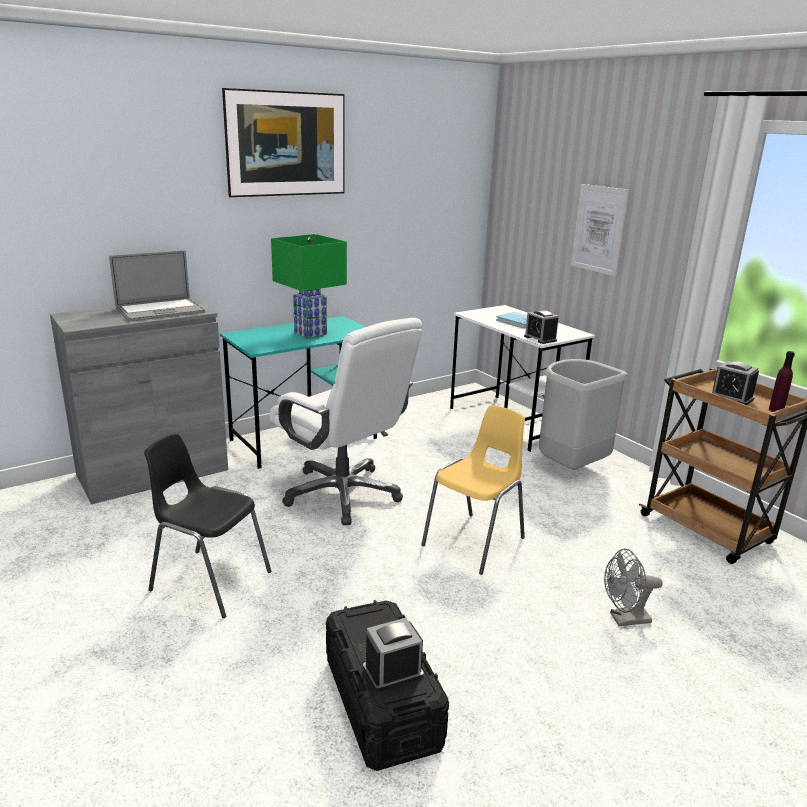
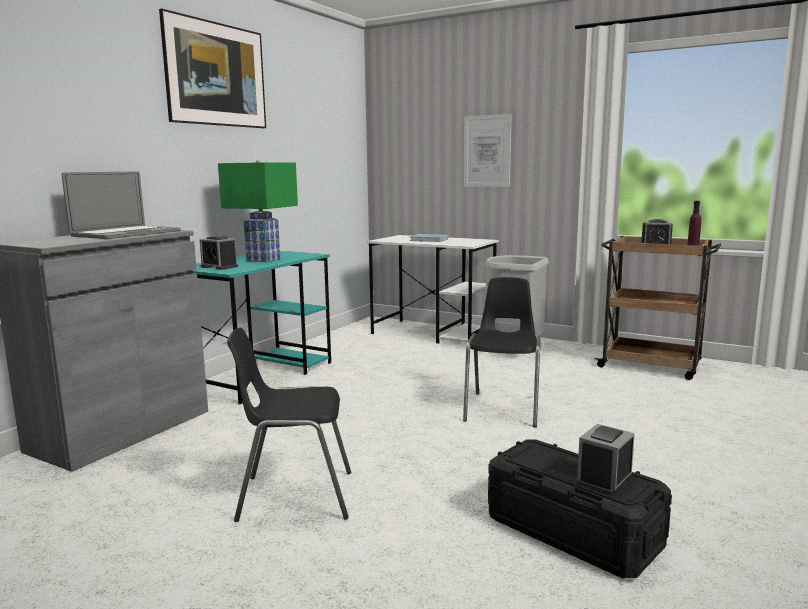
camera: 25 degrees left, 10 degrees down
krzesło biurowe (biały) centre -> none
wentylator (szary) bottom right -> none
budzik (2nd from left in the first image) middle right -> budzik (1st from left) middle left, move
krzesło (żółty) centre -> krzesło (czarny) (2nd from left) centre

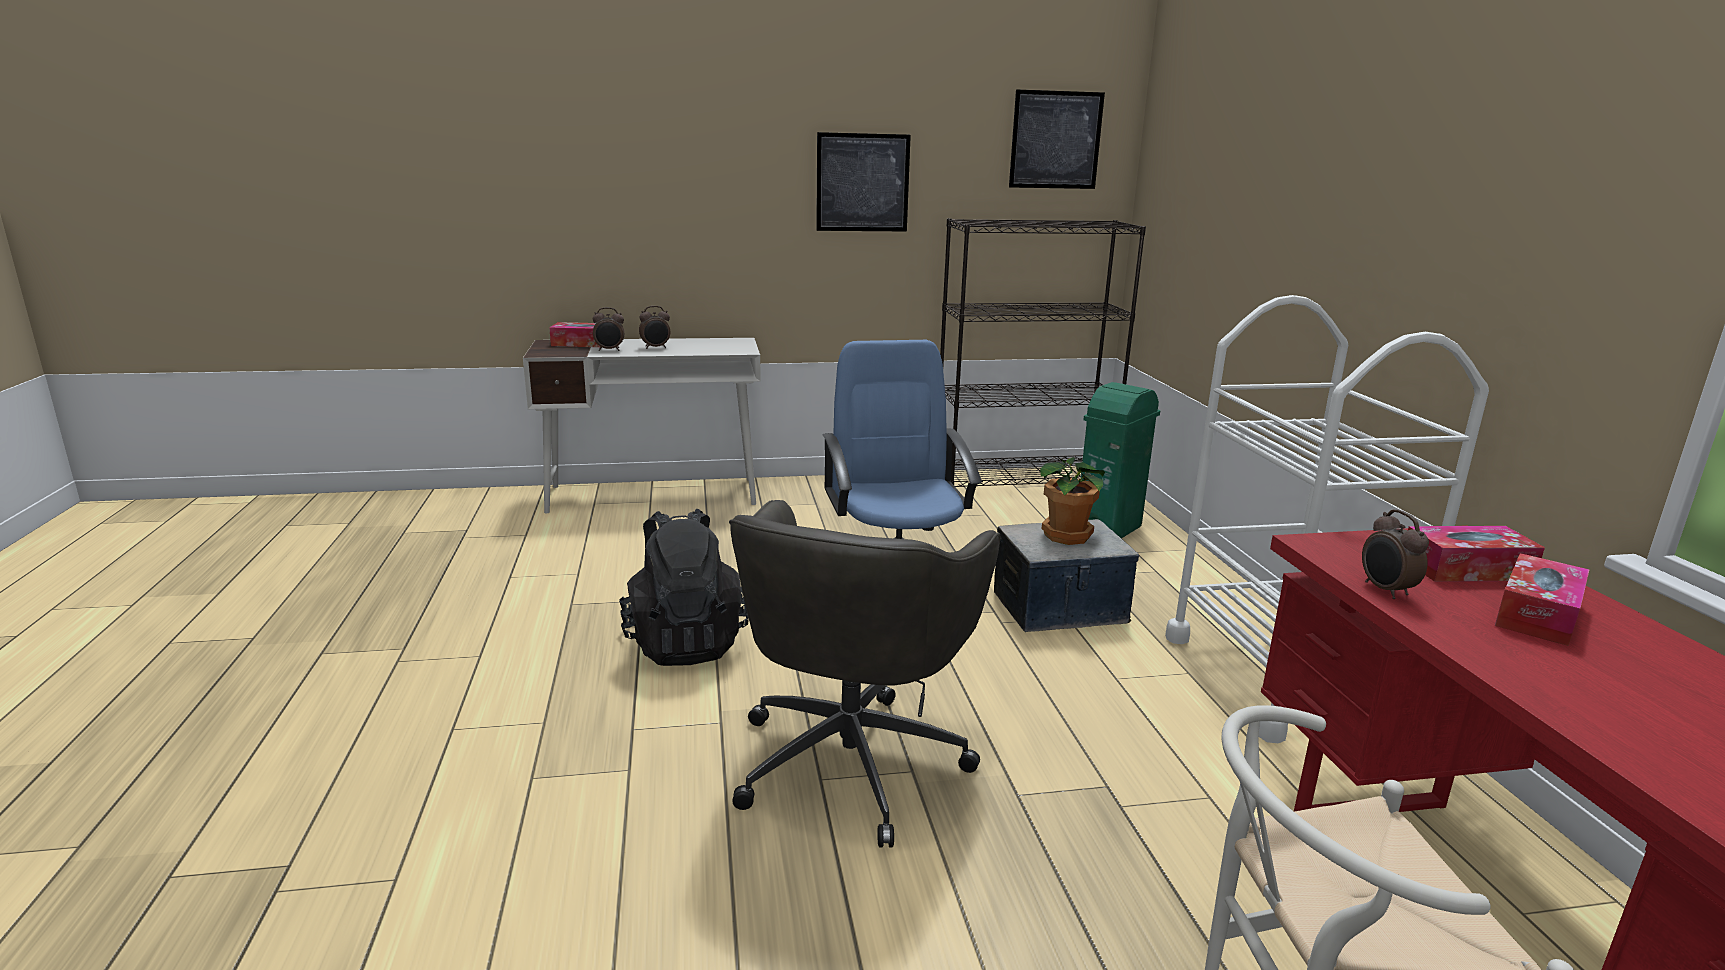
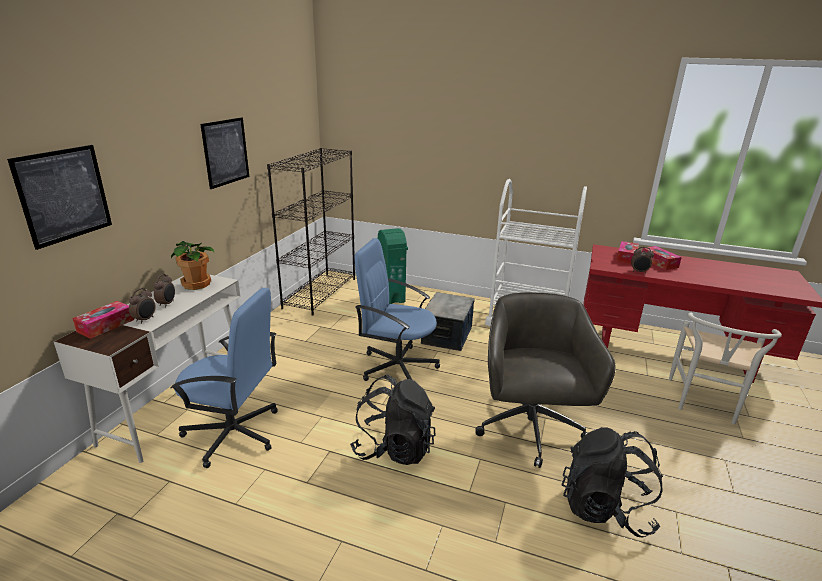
camera: 60 degrees left, 5 degrees up
none -> krzesło biurowe (niebieski) (1st from left) middle left
none -> plecak (czarny) (2nd from left) bottom right
obraz (2nd from left in the first image) top centre -> obraz (1st from left) middle left, move
roślina doniczkowa centre -> roślina doniczkowa middle left, move
krzesło biurowe (szary) bottom centre -> krzesło biurowe (szary) centre, 135 degrees counterclockwise

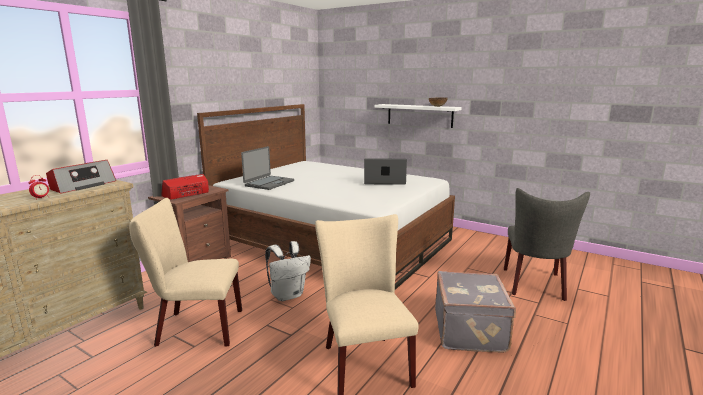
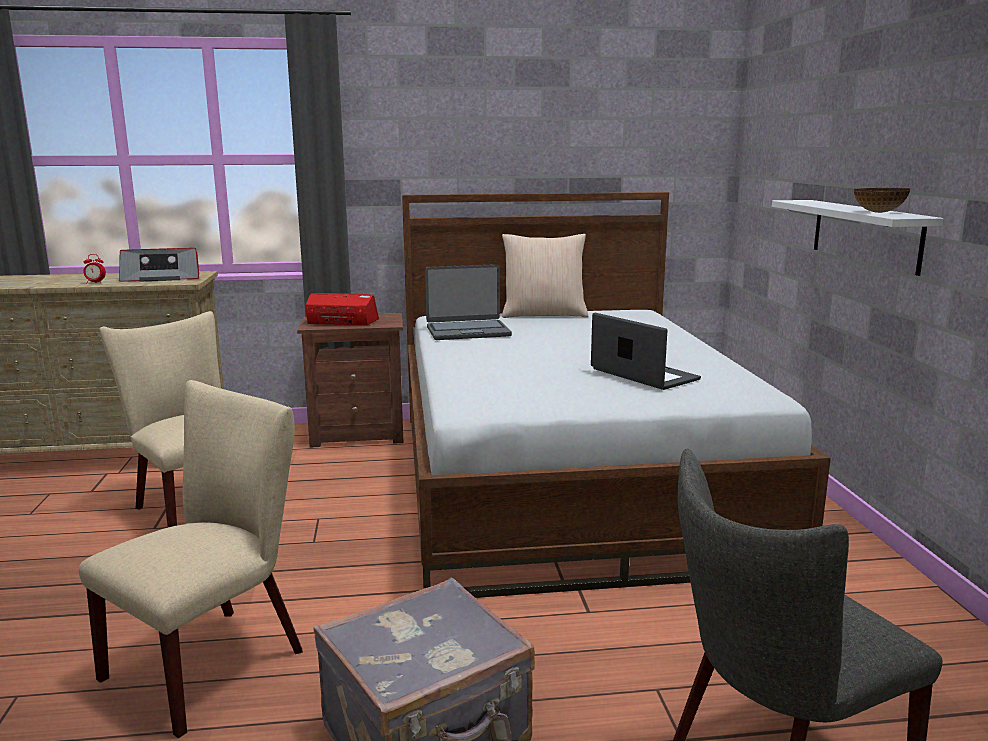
camera: 50 degrees right, 0 degrees up
plecak (biały) bottom centre -> none
none -> poduszka (beżowy) centre

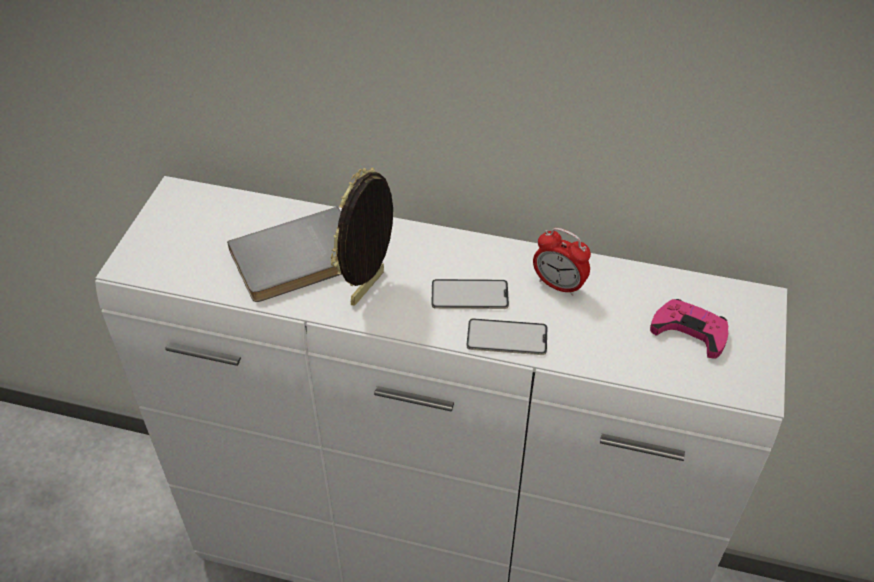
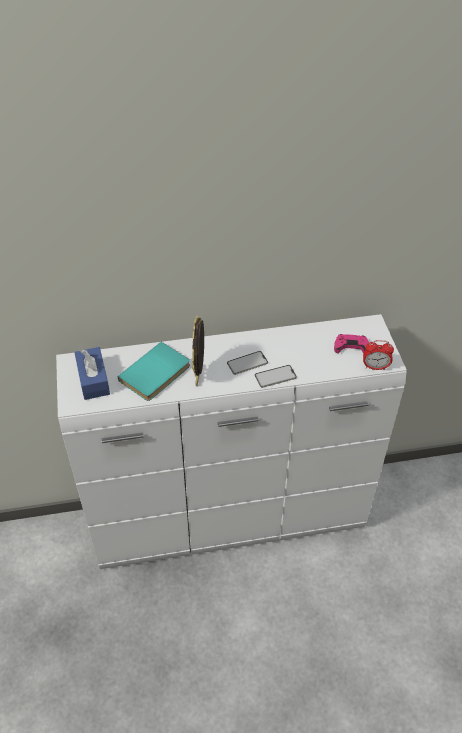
camera: 25 degrees left, 0 degrees up
none -> pudełko chusteczek (niebieski) middle left
budzik centre -> budzik middle right, move
książka (szary) middle left -> książka (turkusowy) centre

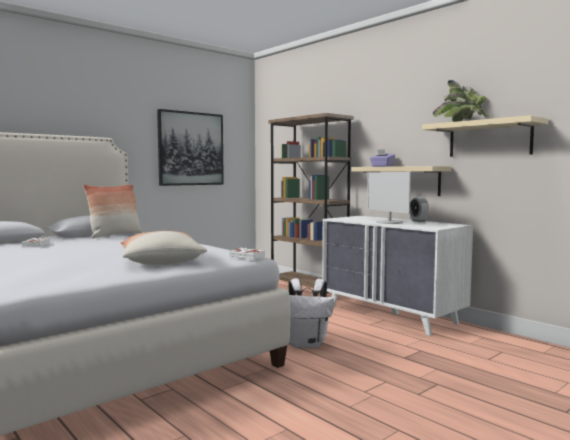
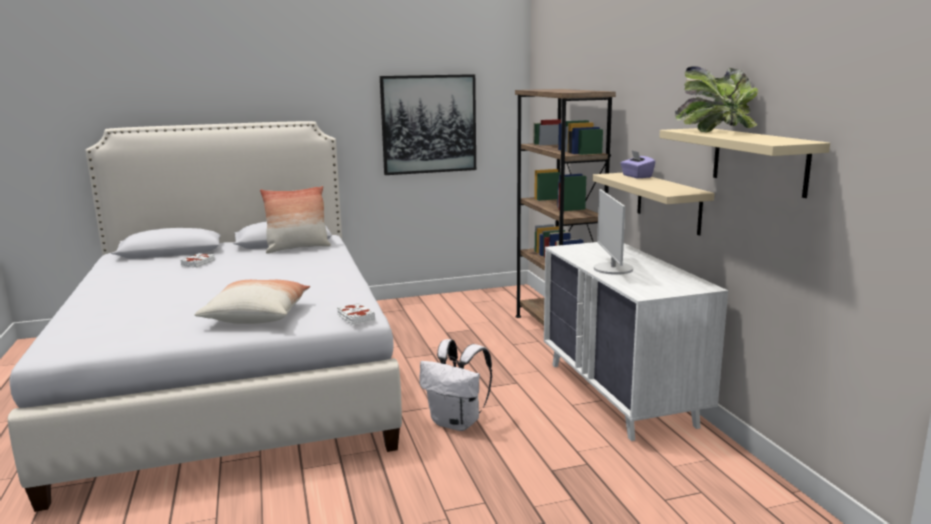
camera: 25 degrees right, 10 degrees up
budzik middle right -> none

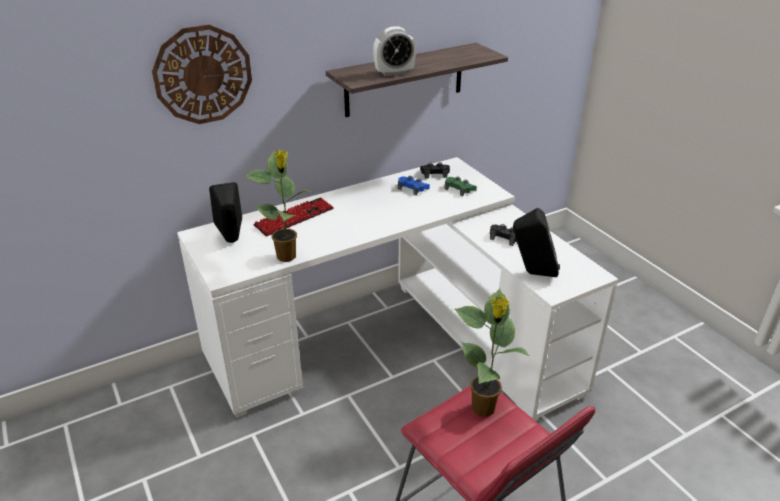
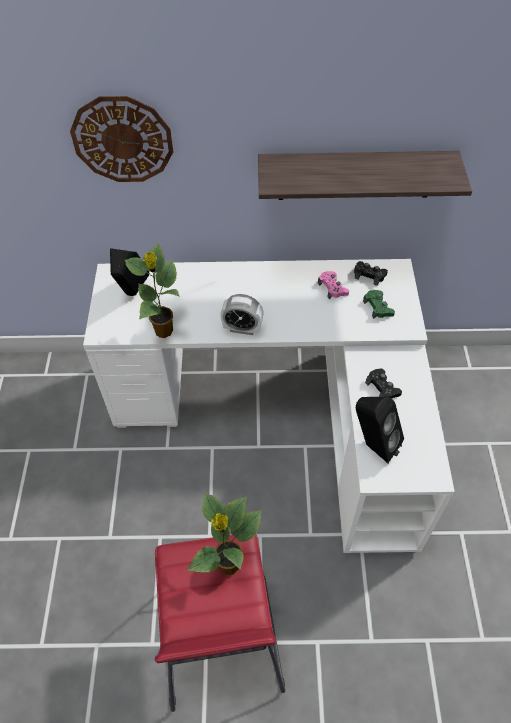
camera: 30 degrees right, 20 degrees up
klawiatura centre -> none
budzik top centre -> budzik centre, move
pad do gier (niebieski) centre -> pad do gier (różowy) centre

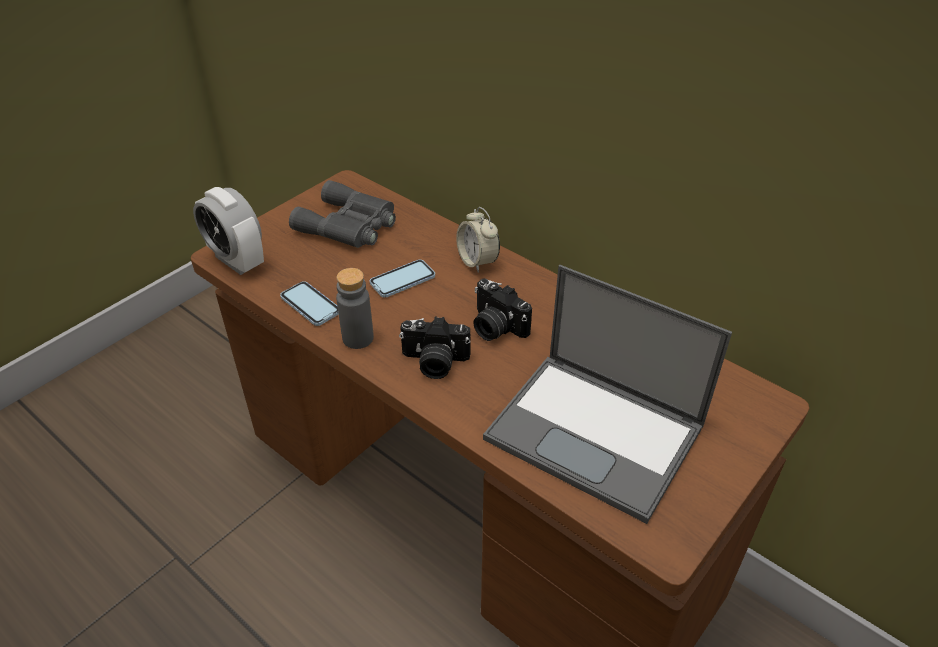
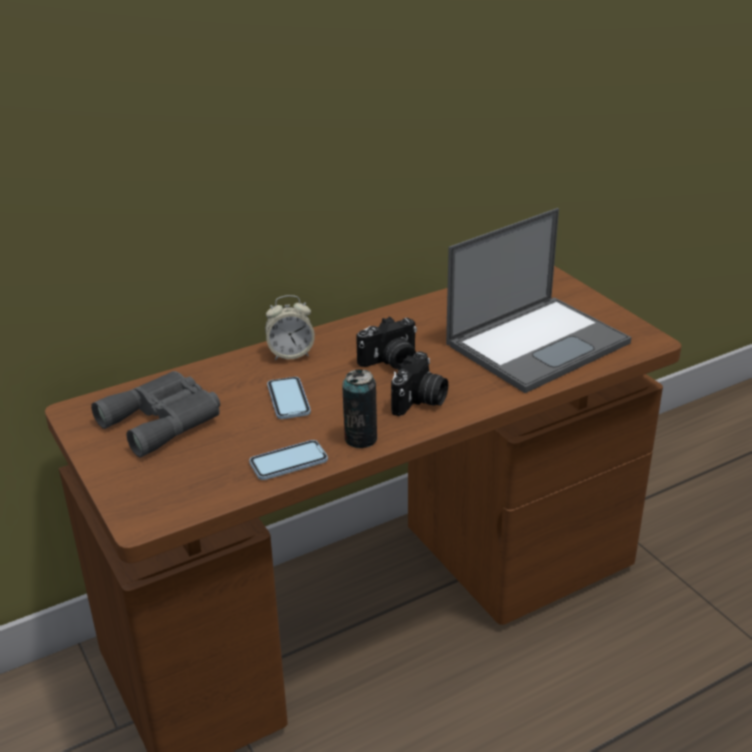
camera: 70 degrees left, 10 degrees down
budzik (1st from left) middle left -> none
butelka (szary) centre -> puszka centre

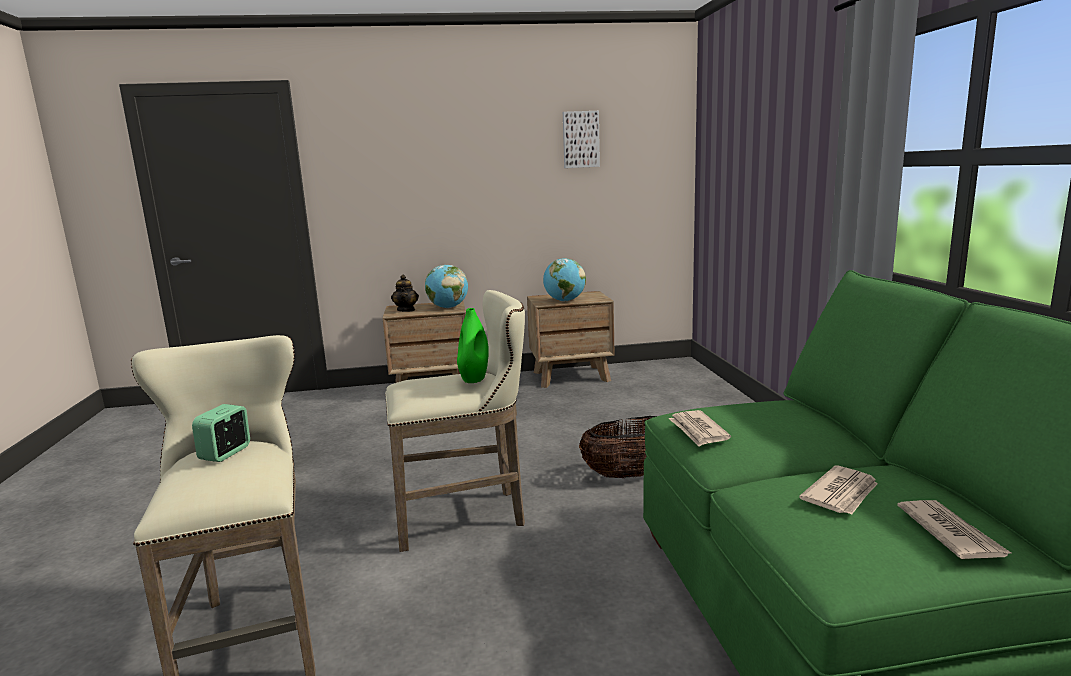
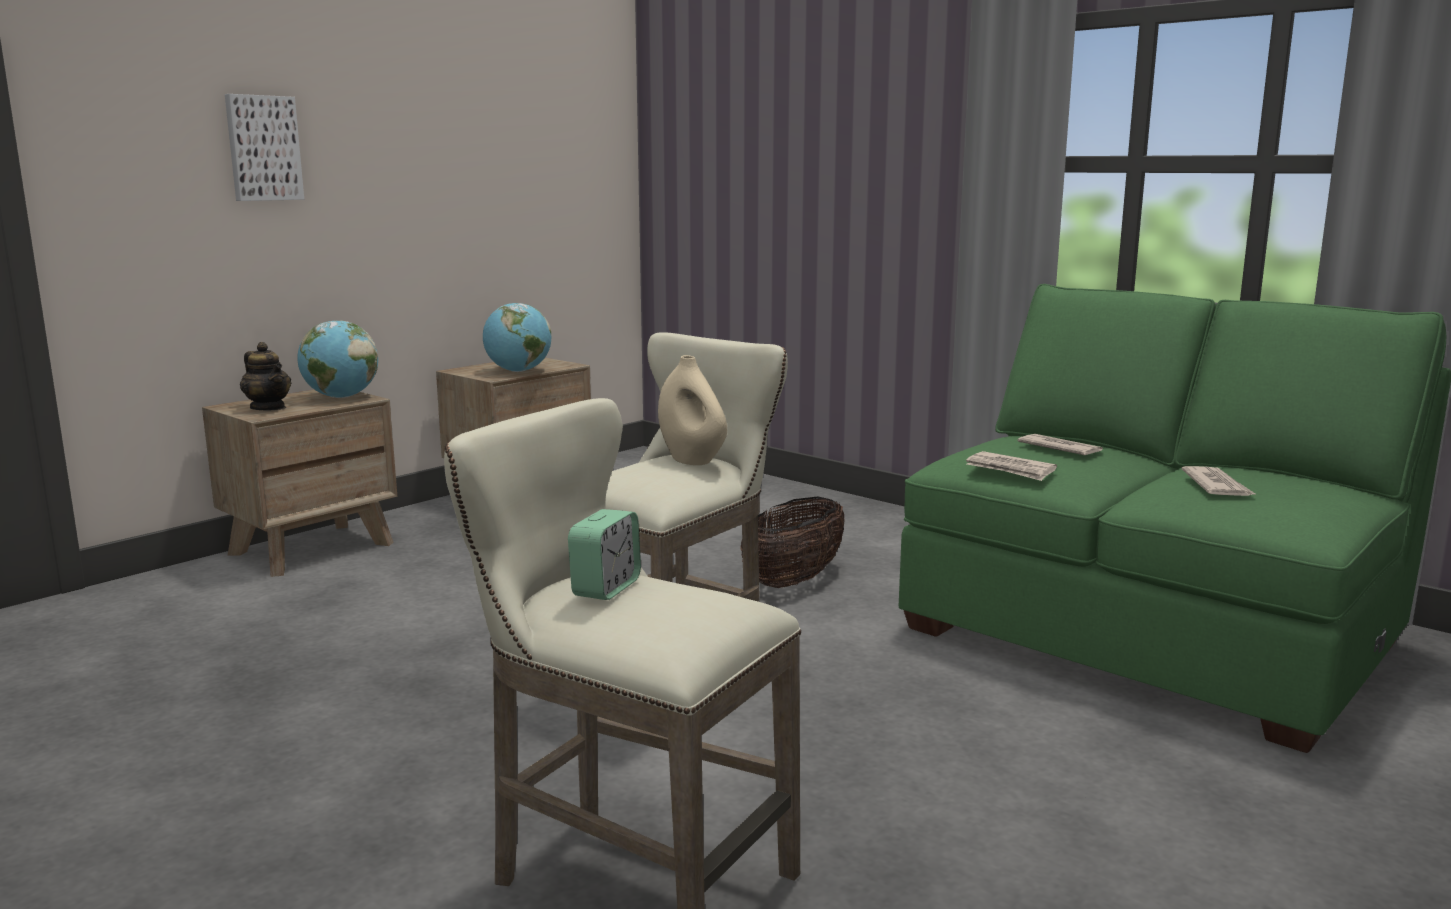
camera: 40 degrees left, 0 degrees up
obraz top centre -> obraz top left, move
gazeta (3rd from left in the first image) bottom right -> gazeta (2nd from left) middle right, move
wazon (zielony) centre -> wazon (beżowy) centre
budzik middle left -> budzik centre, 135 degrees counterclockwise

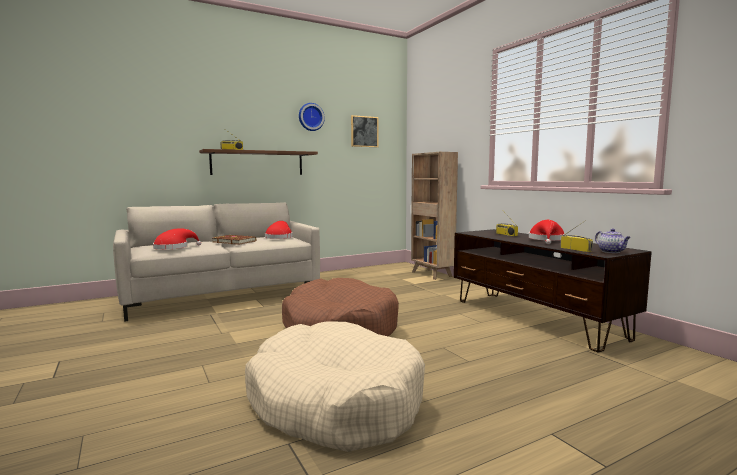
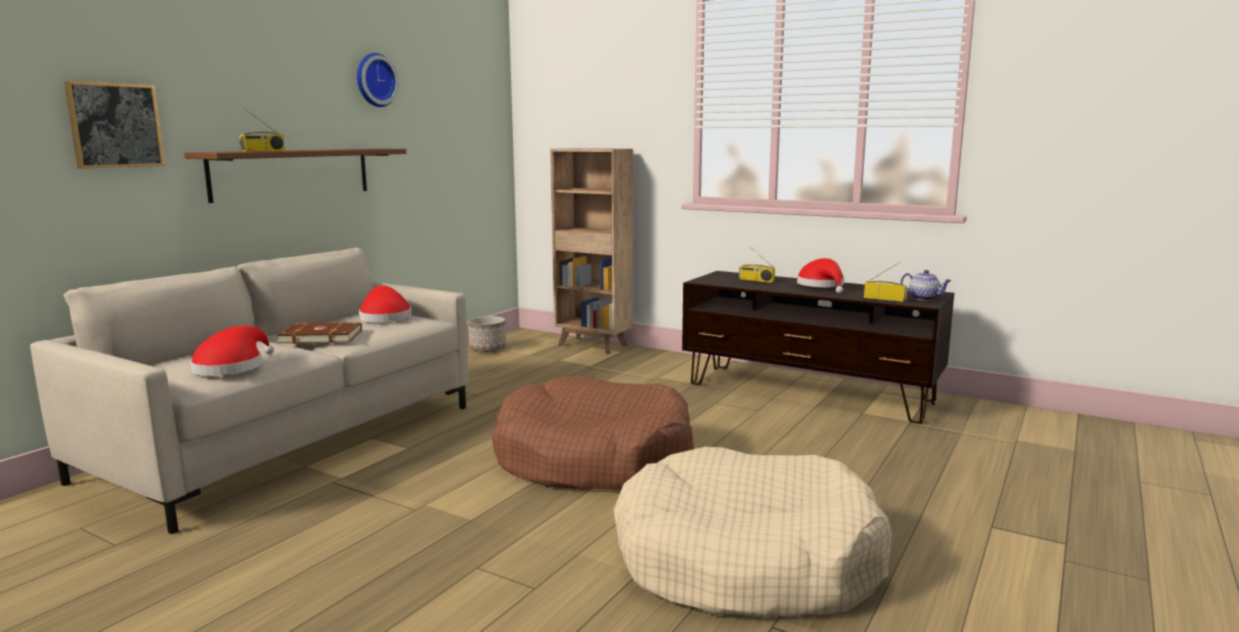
camera: 30 degrees left, 5 degrees up
none -> donica centre
obraz top centre -> obraz top left, move

